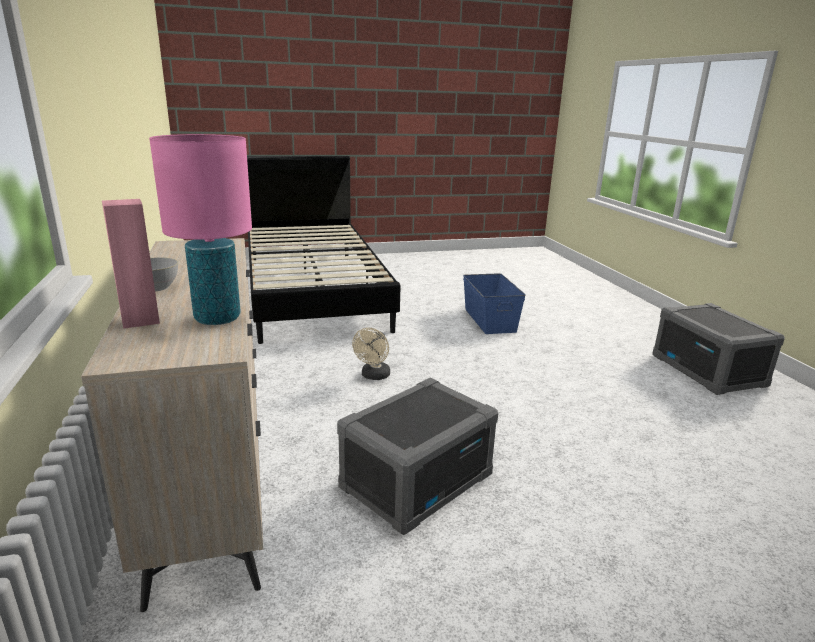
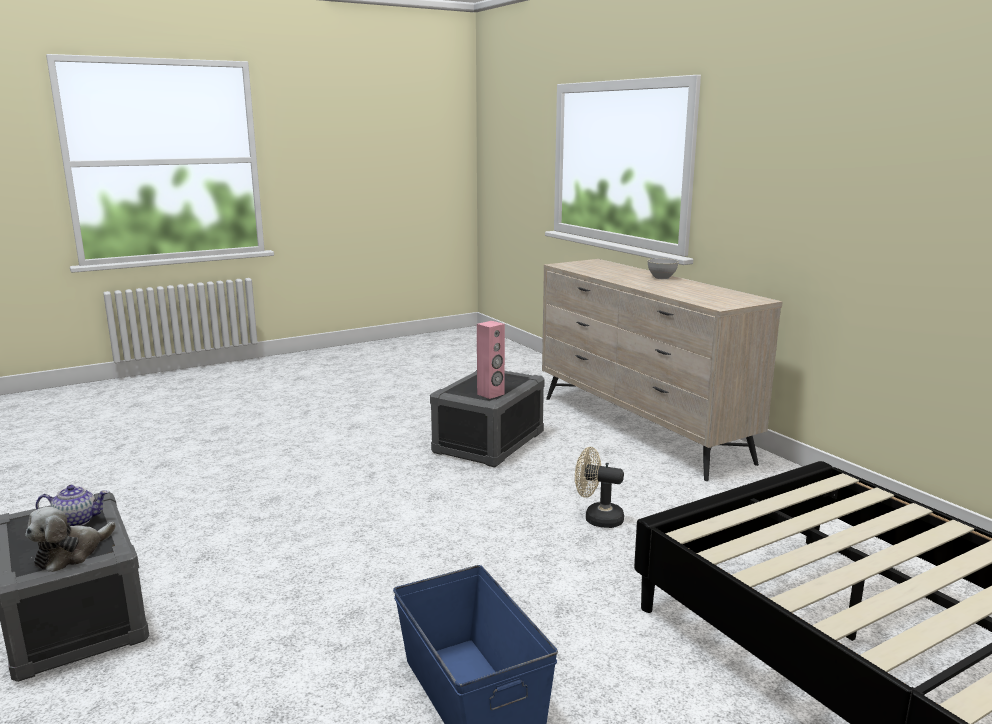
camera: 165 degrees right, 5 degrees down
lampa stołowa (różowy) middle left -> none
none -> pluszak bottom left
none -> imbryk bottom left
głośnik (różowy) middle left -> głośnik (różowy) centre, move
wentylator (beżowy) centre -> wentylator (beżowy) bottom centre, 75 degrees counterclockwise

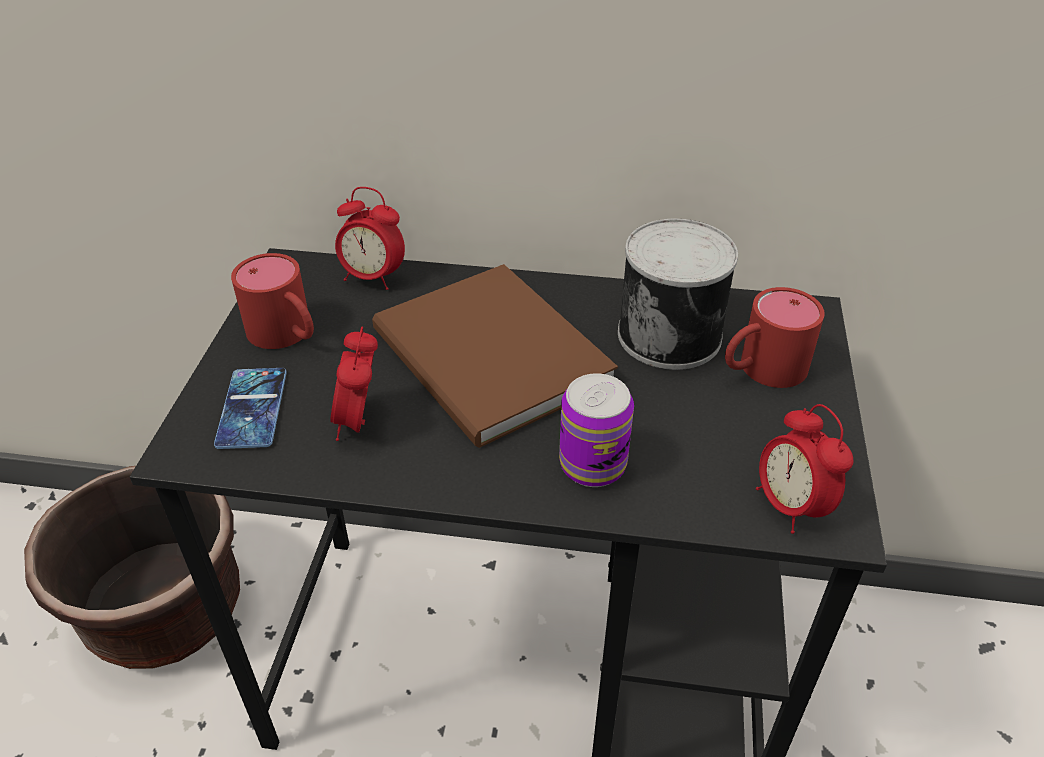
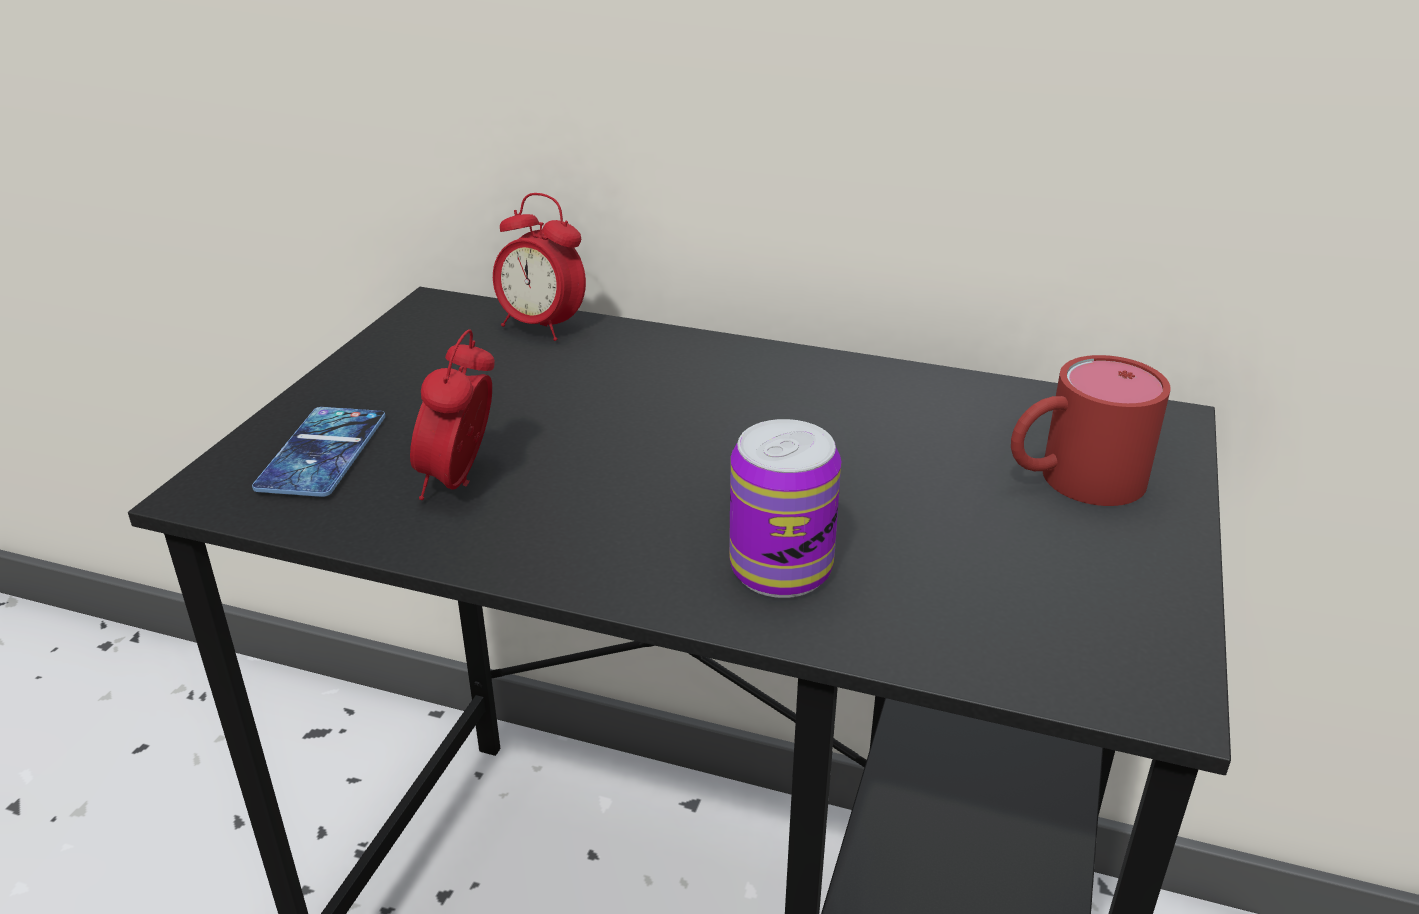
camera: 10 degrees right, 10 degrees down
donica (brązowy) bottom left -> none
kubek (czerwony) (1st from left) middle left -> none
książka (brązowy) centre -> none
puszka (2nd from left) centre -> none
budzik (3rd from left) middle right -> none

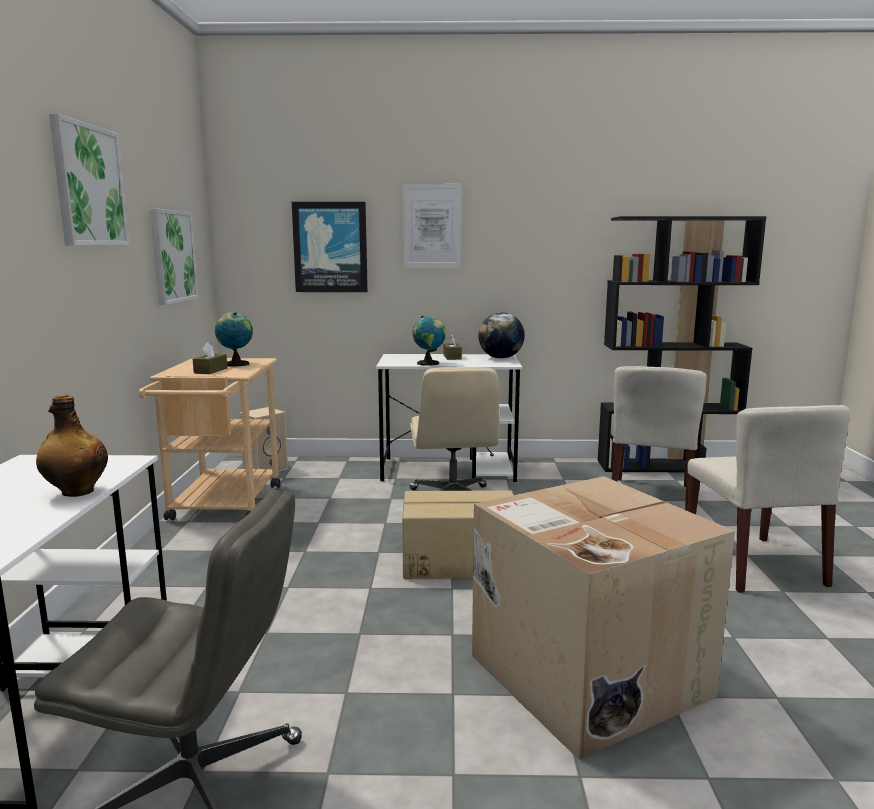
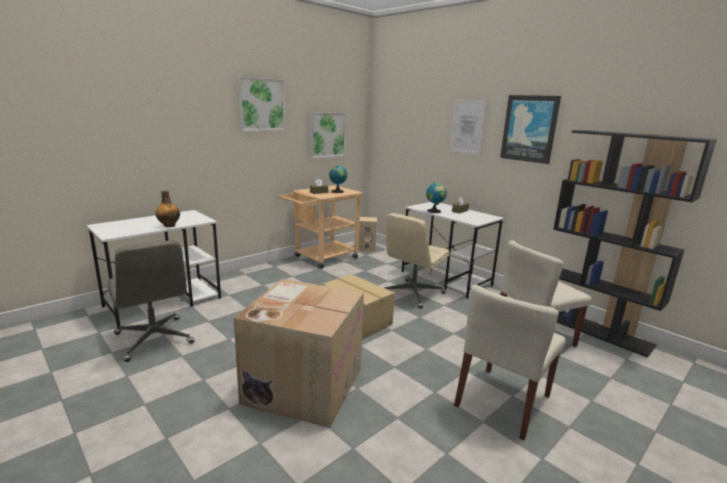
camera: 45 degrees right, 5 degrees up
globus (3rd from left) centre -> none
obraz (3rd from left in the first image) top centre -> obraz (4th from left) top right, move

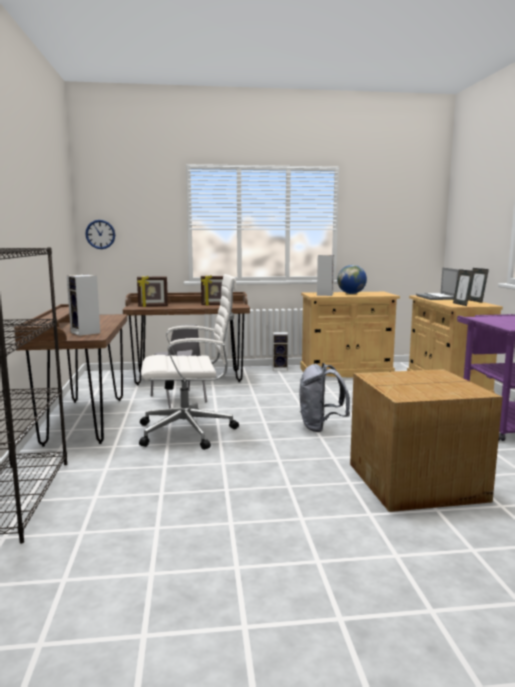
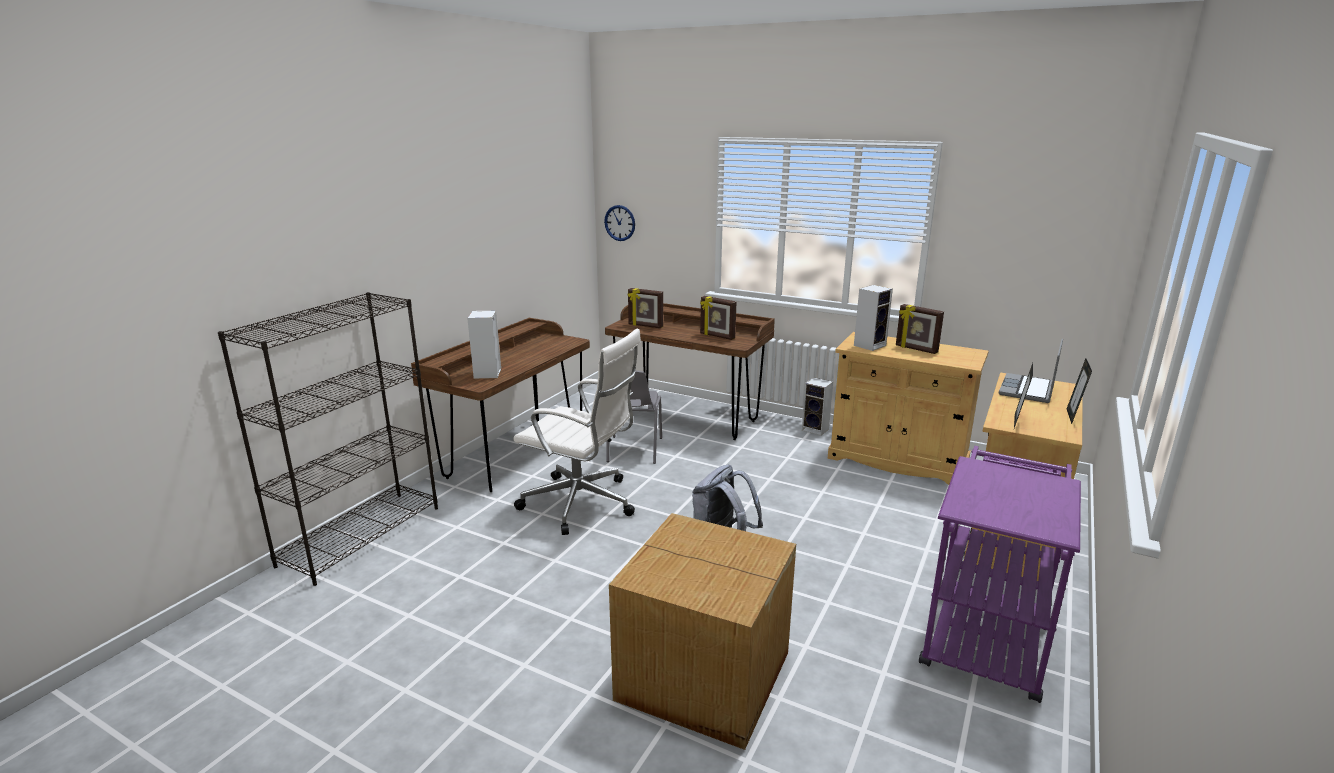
camera: 35 degrees right, 10 degrees up
globus middle right -> ramka na zdjęcie (3rd from left) middle right

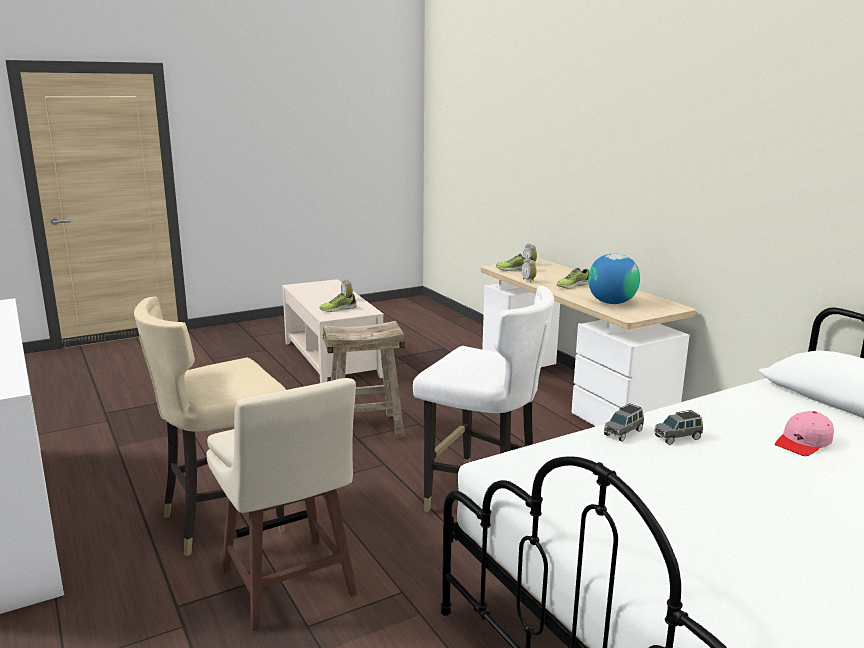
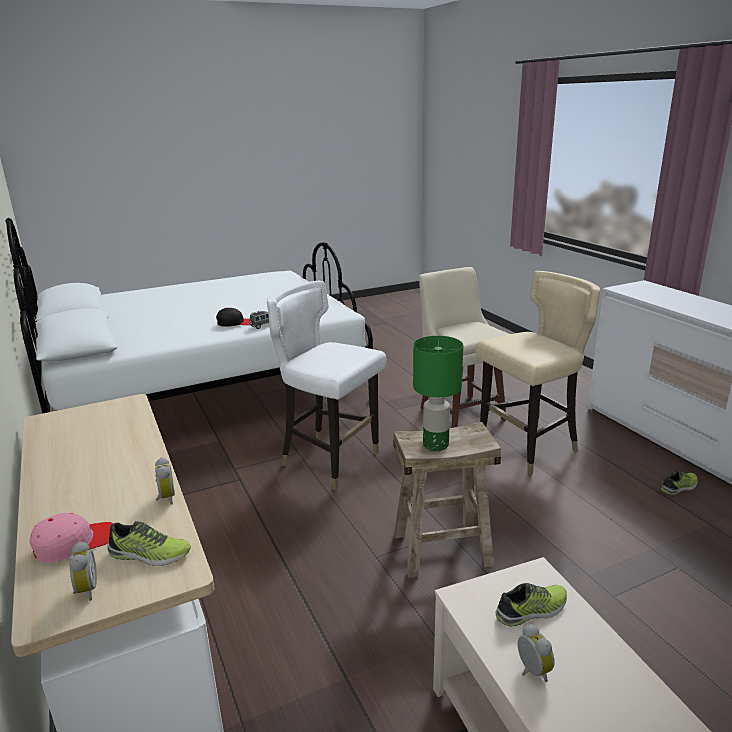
camera: 175 degrees left, 5 degrees up
globus middle right -> none
none -> lampa stołowa (zielony) centre
but (3rd from left) centre -> but (3rd from left) middle right, move
czapka z daszkiem (różowy) bottom right -> czapka z daszkiem (różowy) bottom left, move
samochodzik (szary) (2nd from left) middle right -> czapka z daszkiem (czarny) middle left

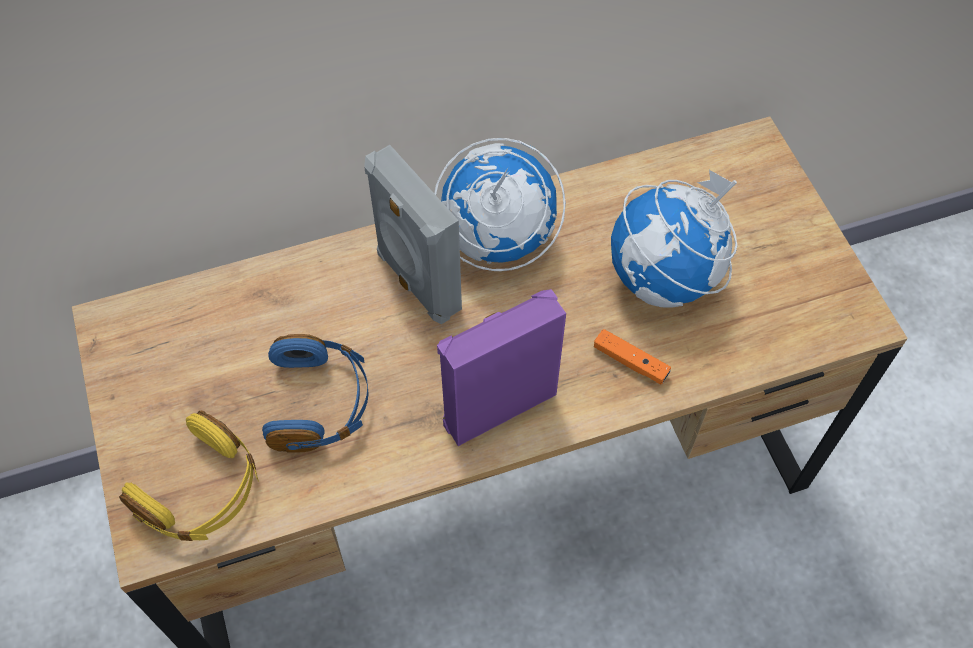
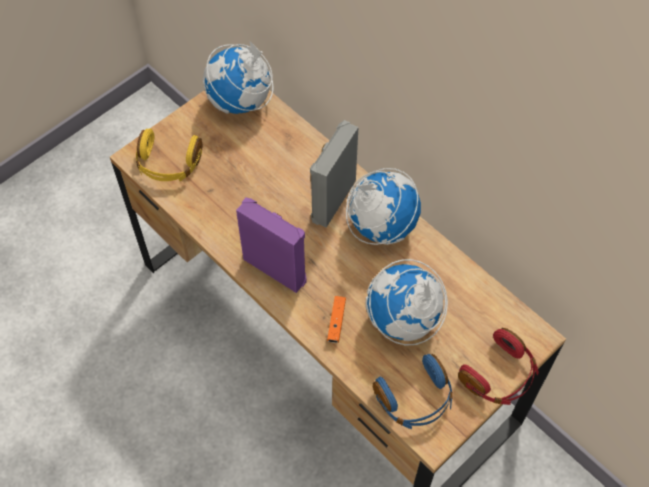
camera: 65 degrees right, 0 degrees up
none -> globus (1st from left) top centre
none -> słuchawki (czerwony) bottom right
słuchawki (niebieski) middle left -> słuchawki (niebieski) bottom centre, move

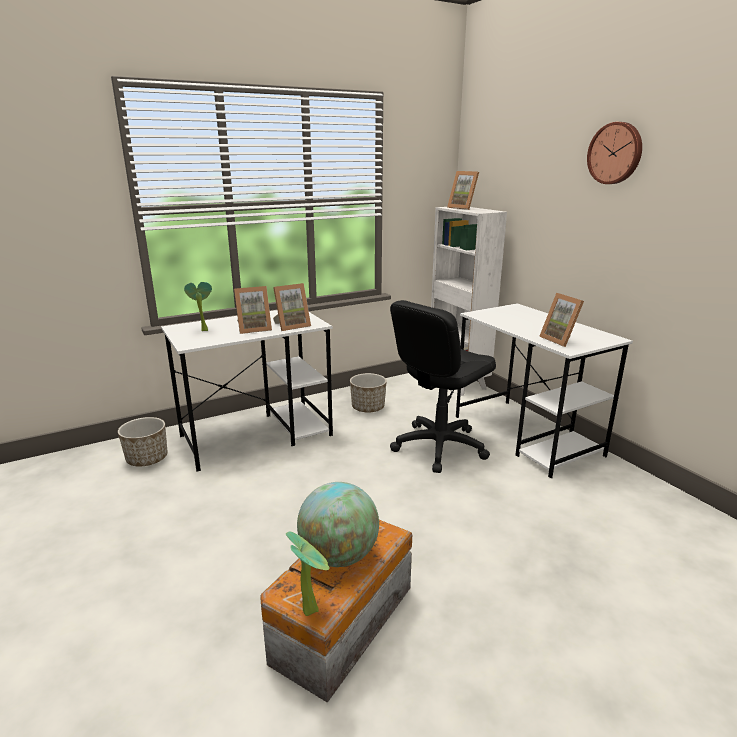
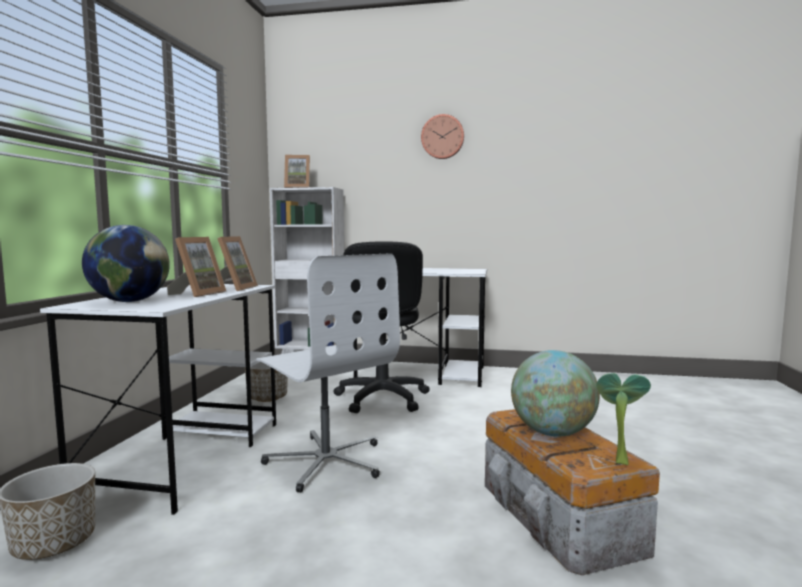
camera: 50 degrees left, 15 degrees down
ramka na zdjęcie (4th from left) middle right -> none
none -> krzesło biurowe (biały) centre
roślina doniczkowa (1st from left) middle left -> globus (1st from left) middle left

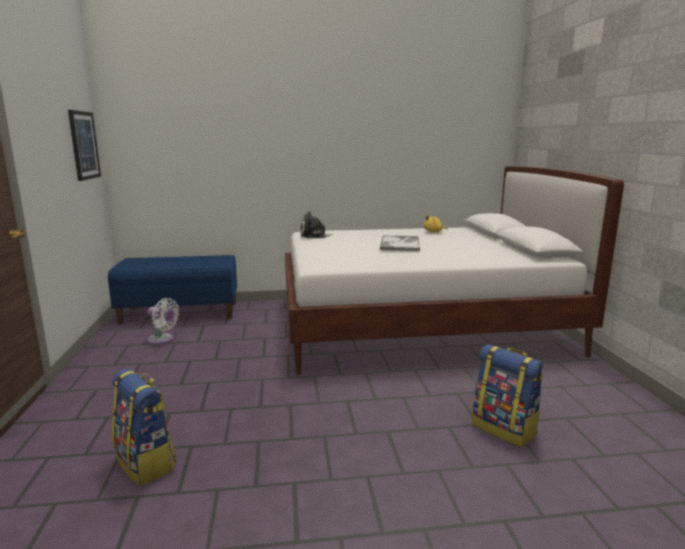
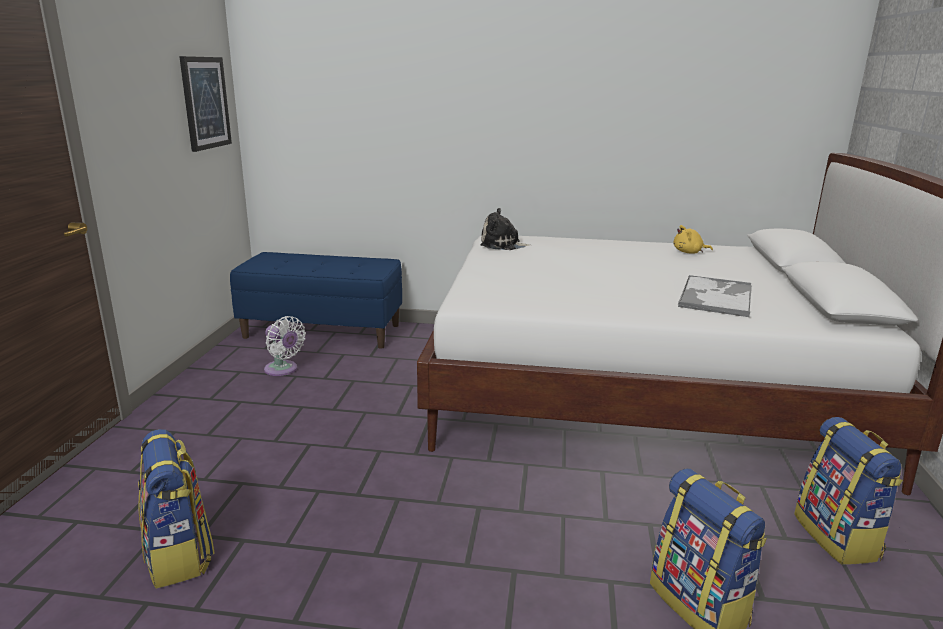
camera: 15 degrees right, 5 degrees up
none -> plecak (3rd from left) bottom right
taca centre -> taca middle right, move

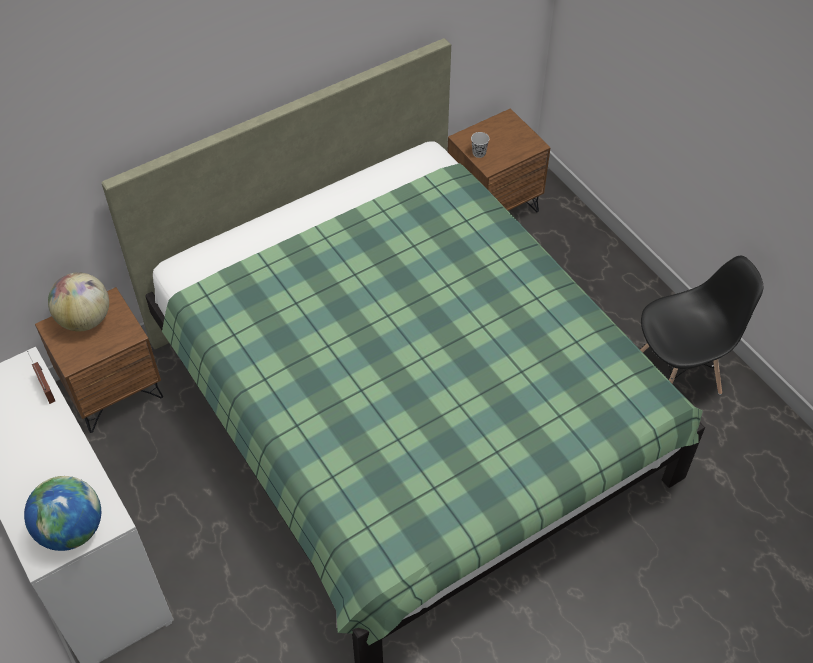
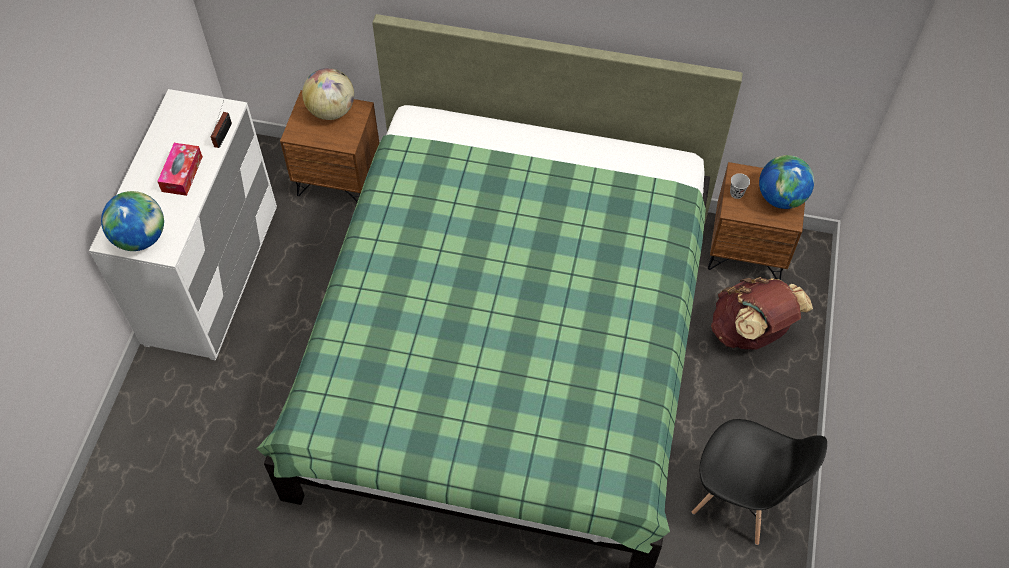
camera: 45 degrees right, 5 degrees up
none -> pudełko chusteczek top left
none -> plecak (brązowy) middle right
none -> globus (3rd from left) top right

